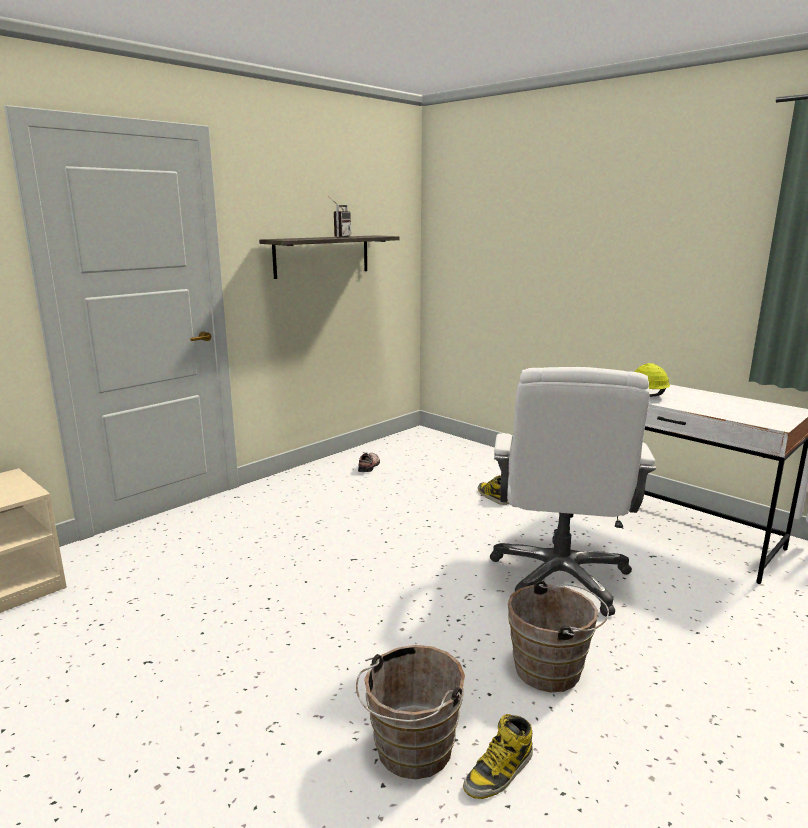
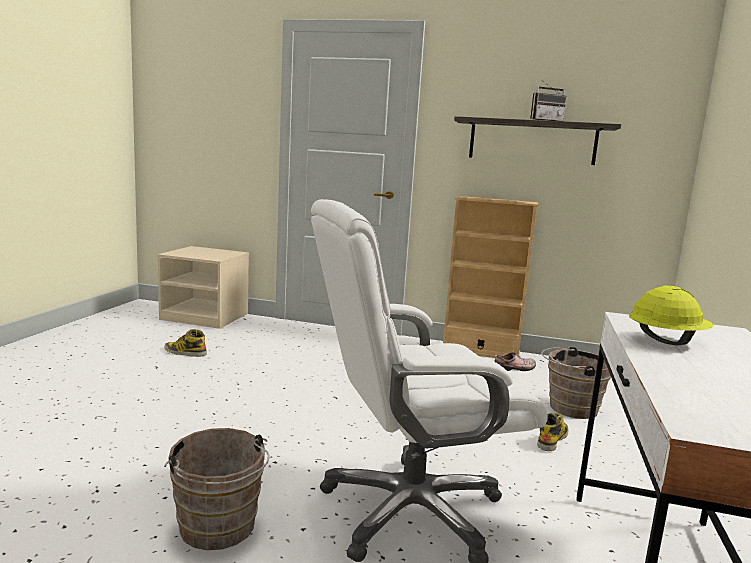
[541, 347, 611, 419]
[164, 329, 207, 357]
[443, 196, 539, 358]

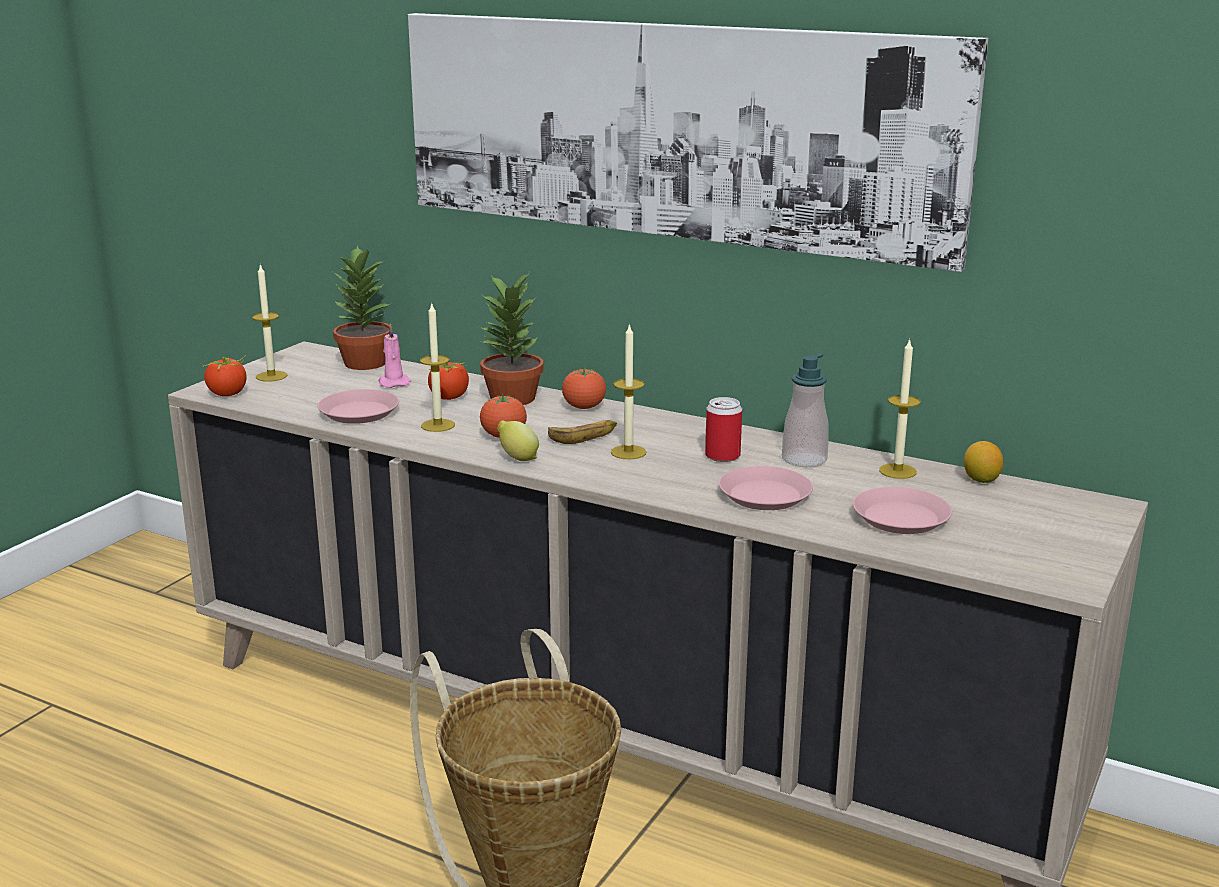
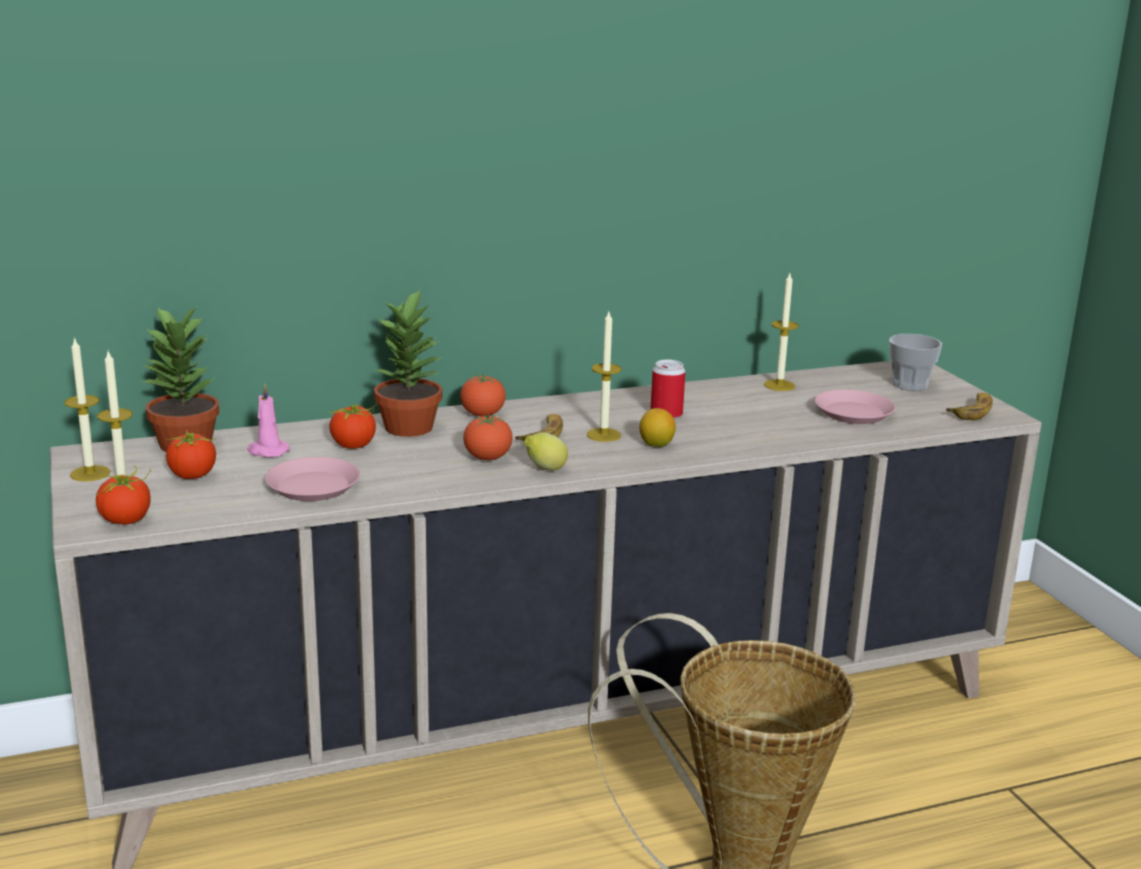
[408, 13, 988, 272] (first image)
[64, 337, 110, 482]
[782, 353, 829, 467] (first image)
[639, 408, 676, 447]
[719, 466, 813, 510] (first image)
[889, 334, 942, 391]
[946, 393, 993, 420]
[166, 430, 216, 479]

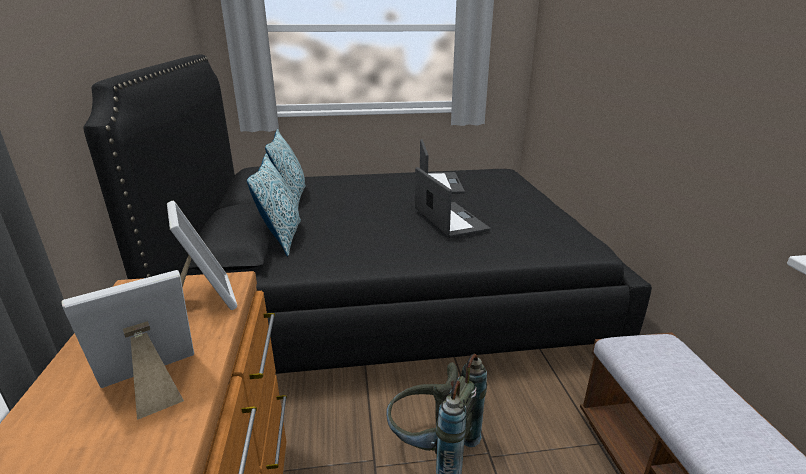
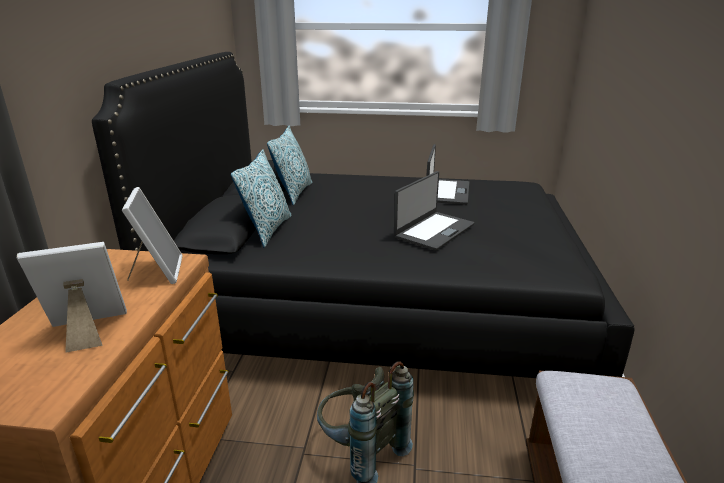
[394, 171, 475, 251]

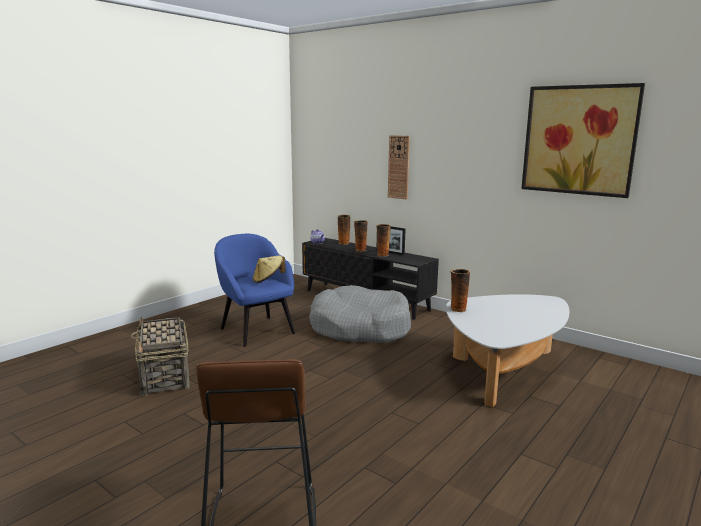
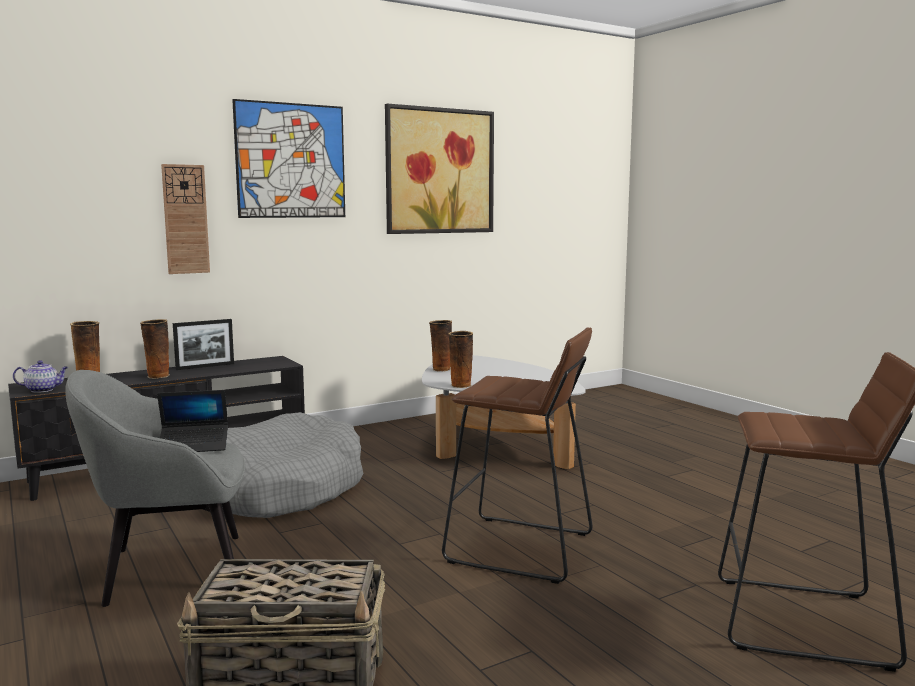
[429, 320, 452, 371]
[65, 370, 245, 607]
[157, 390, 228, 452]
[232, 99, 345, 218]
[442, 328, 593, 584]

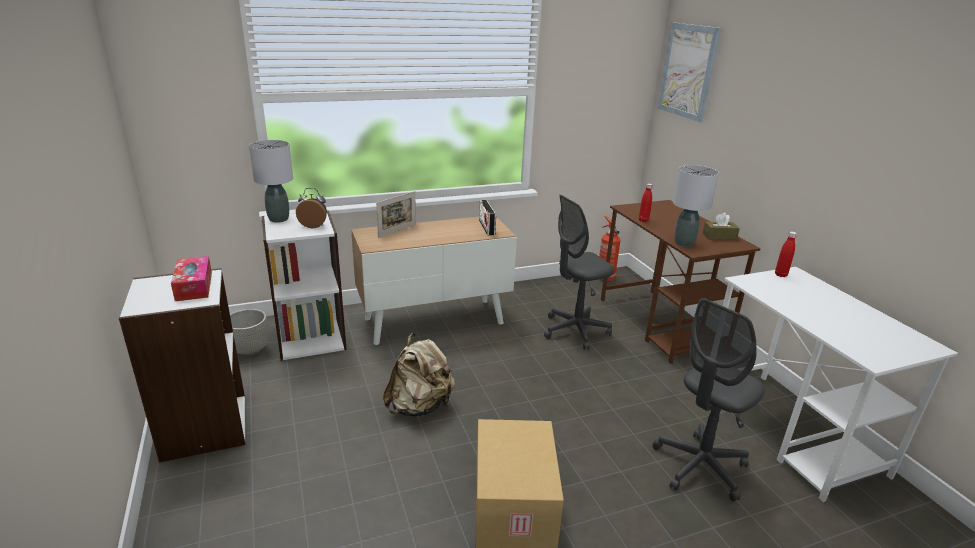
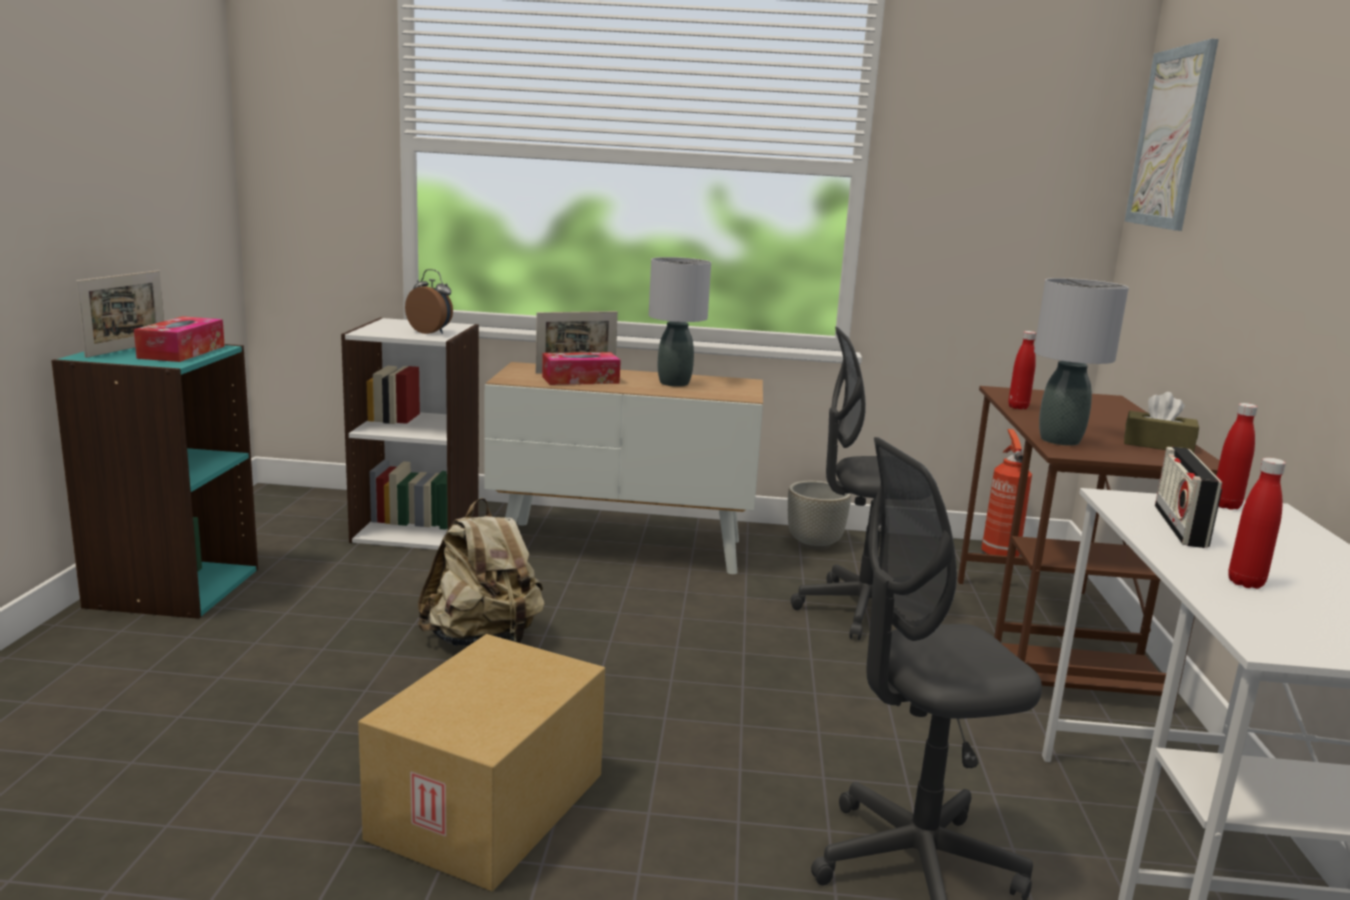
[649, 257, 711, 387]
[1155, 447, 1222, 548]
[51, 344, 258, 619]
[788, 481, 851, 550]
[76, 270, 164, 358]
[542, 352, 621, 385]
[1228, 458, 1286, 589]

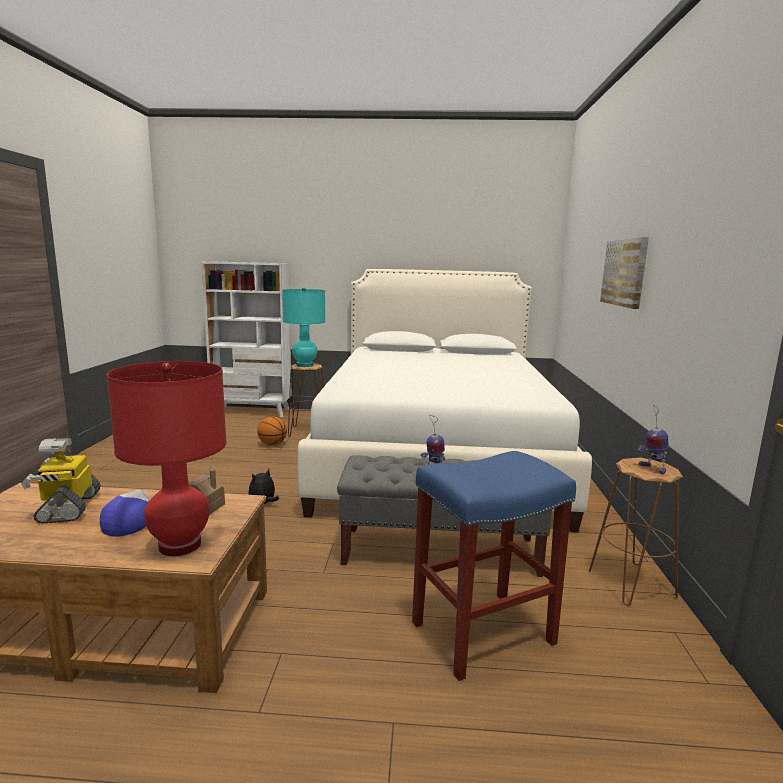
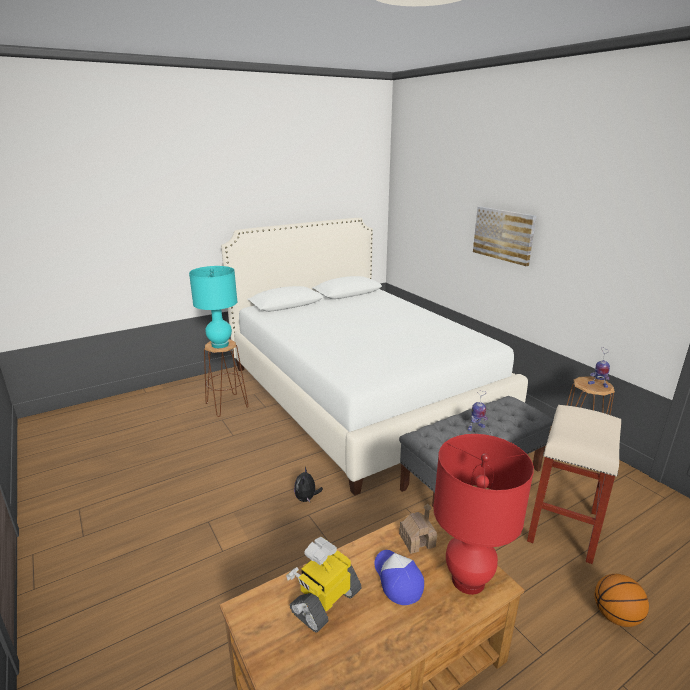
[201, 261, 292, 418] (first image)
[595, 574, 649, 627]
[286, 537, 361, 633]
[527, 405, 621, 564]

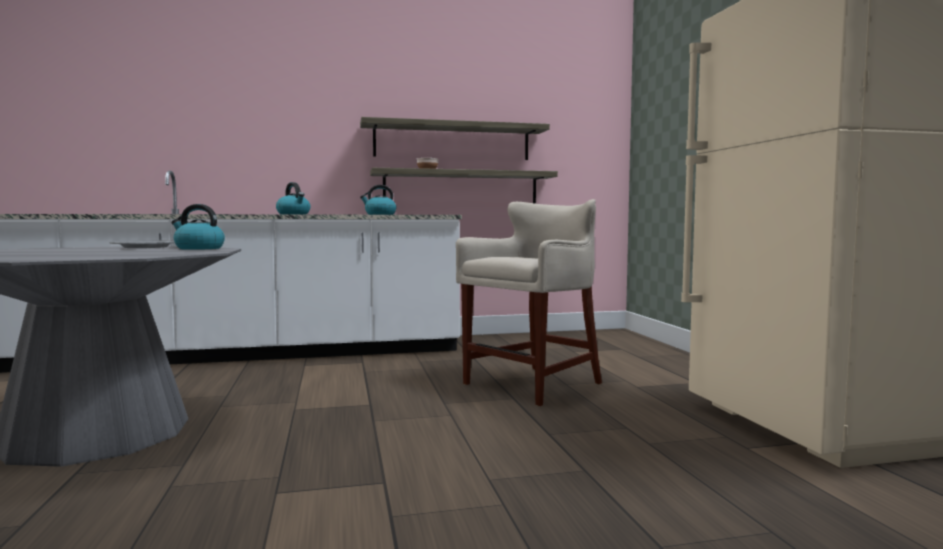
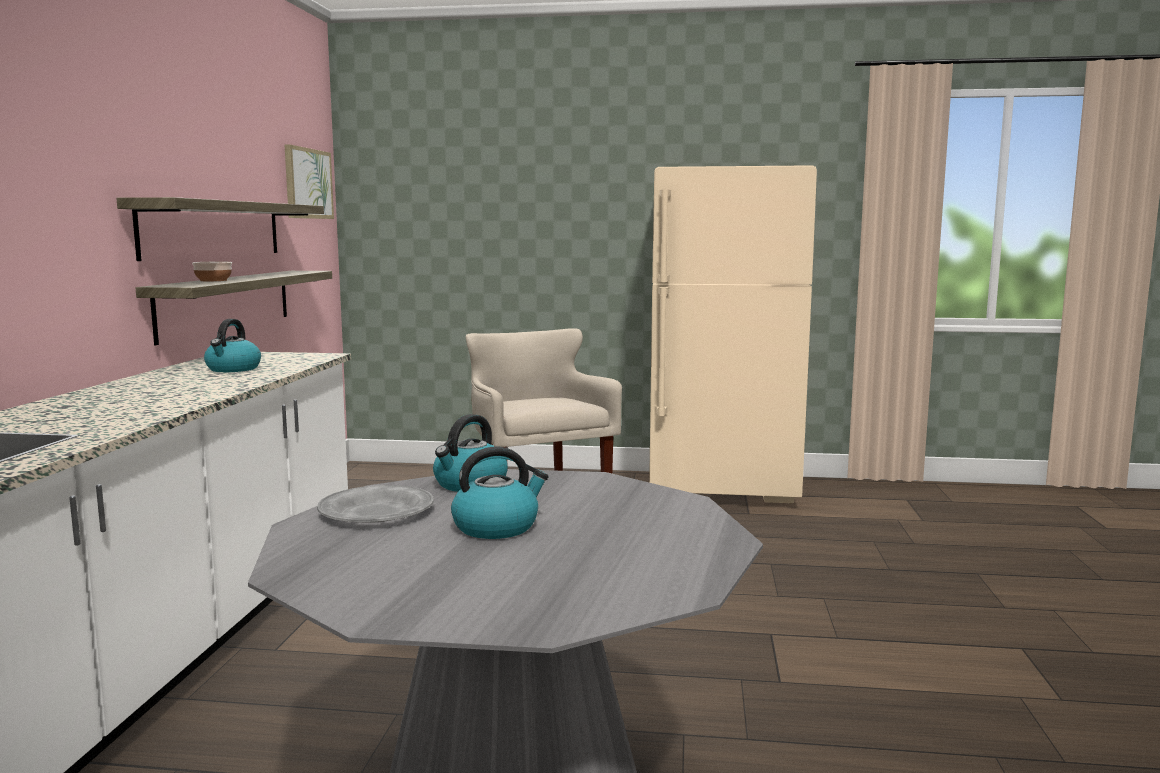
[451, 447, 549, 539]
[285, 144, 334, 219]

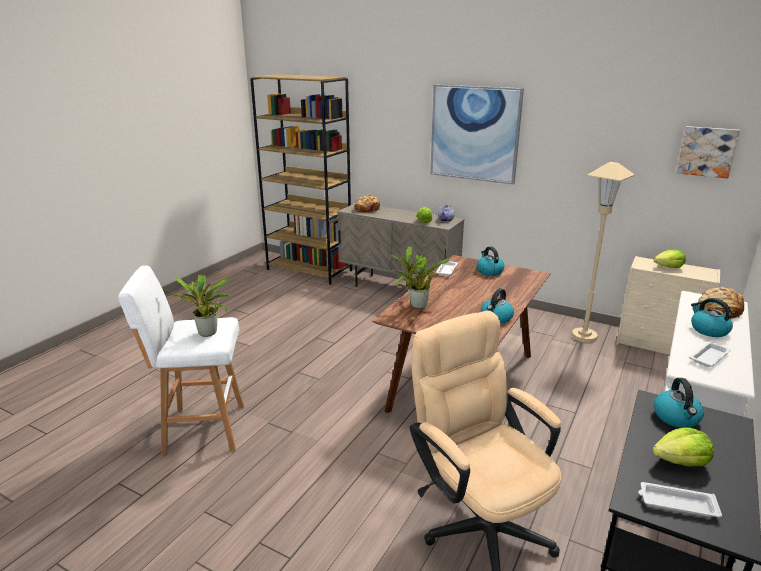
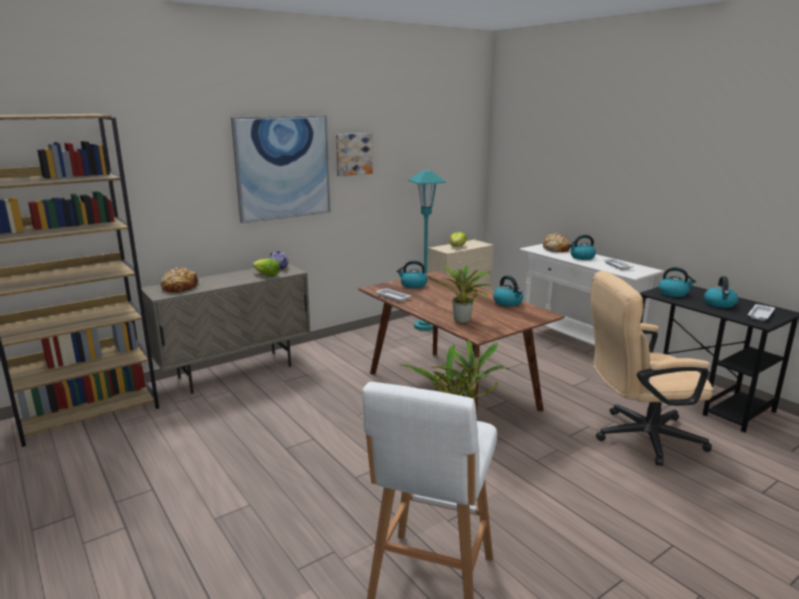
[336, 133, 373, 176]
[408, 170, 446, 331]
[704, 276, 738, 308]

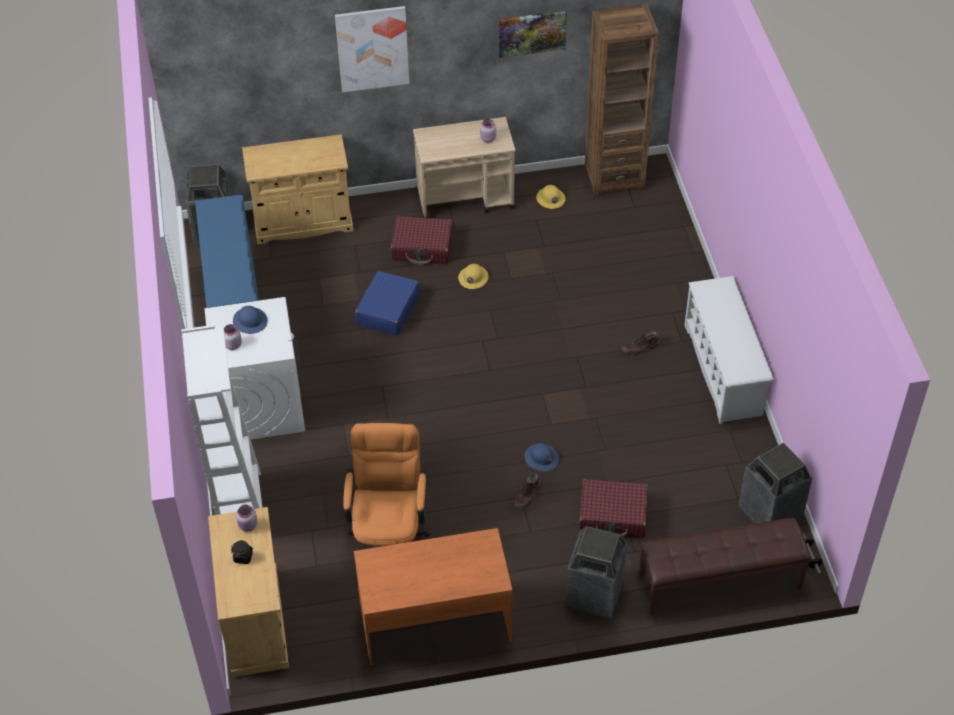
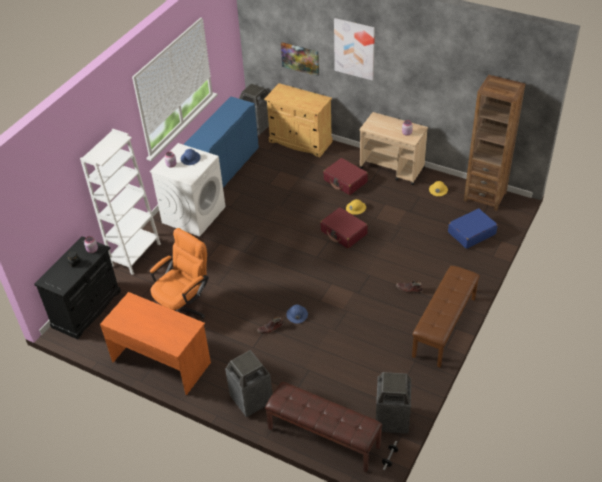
[281, 42, 319, 76]
[448, 208, 498, 249]
[412, 266, 480, 368]
[320, 207, 368, 249]
[34, 236, 121, 339]

